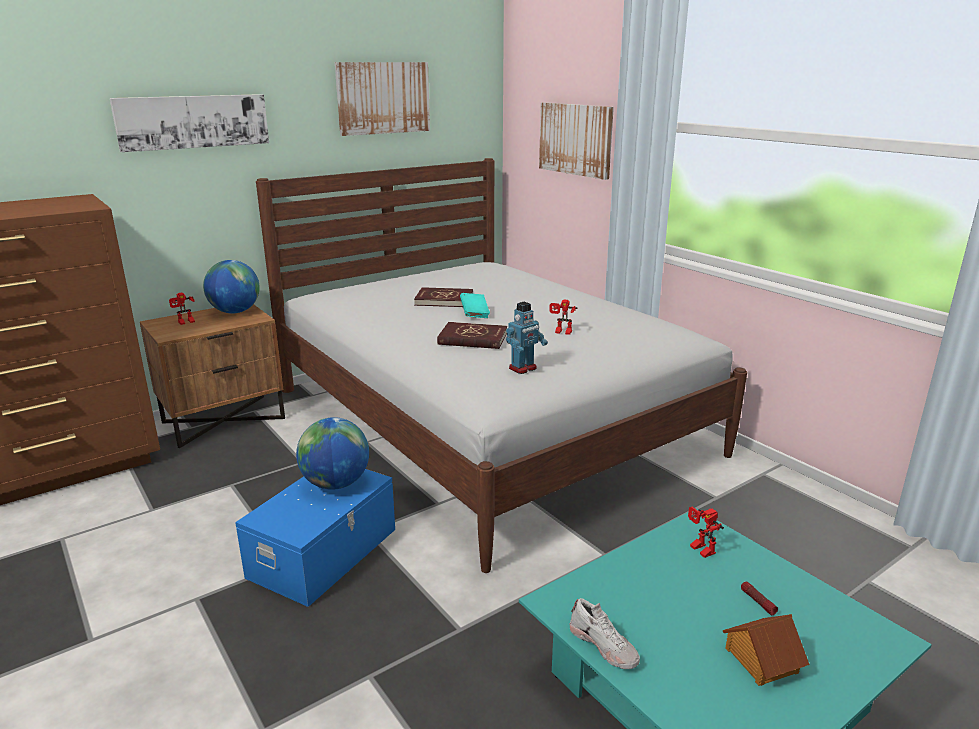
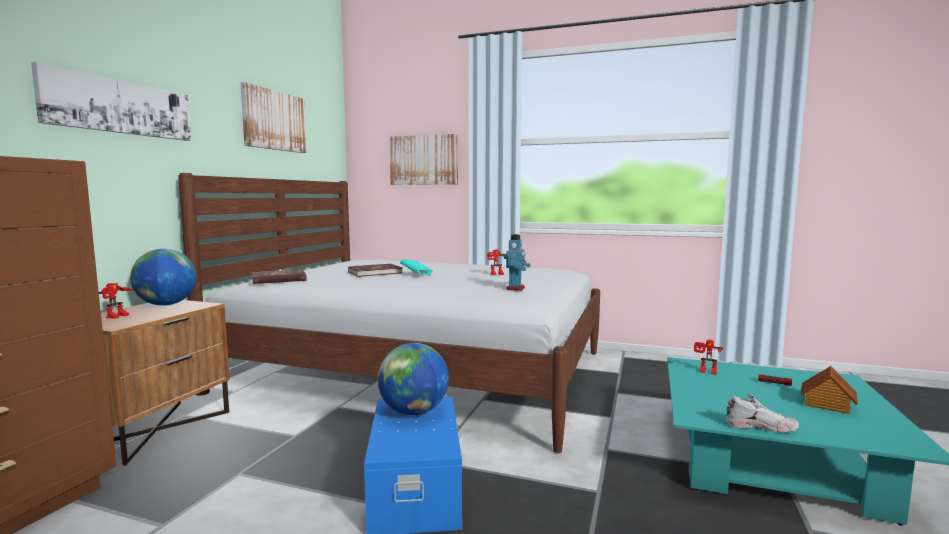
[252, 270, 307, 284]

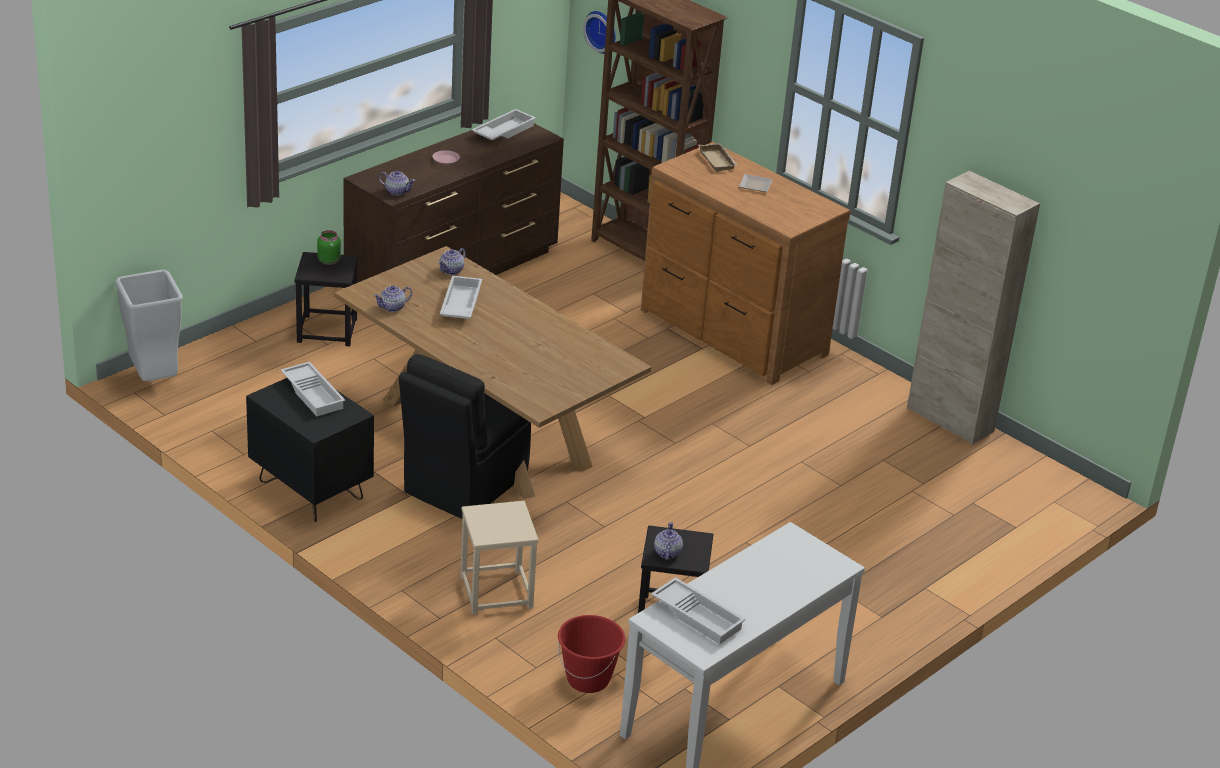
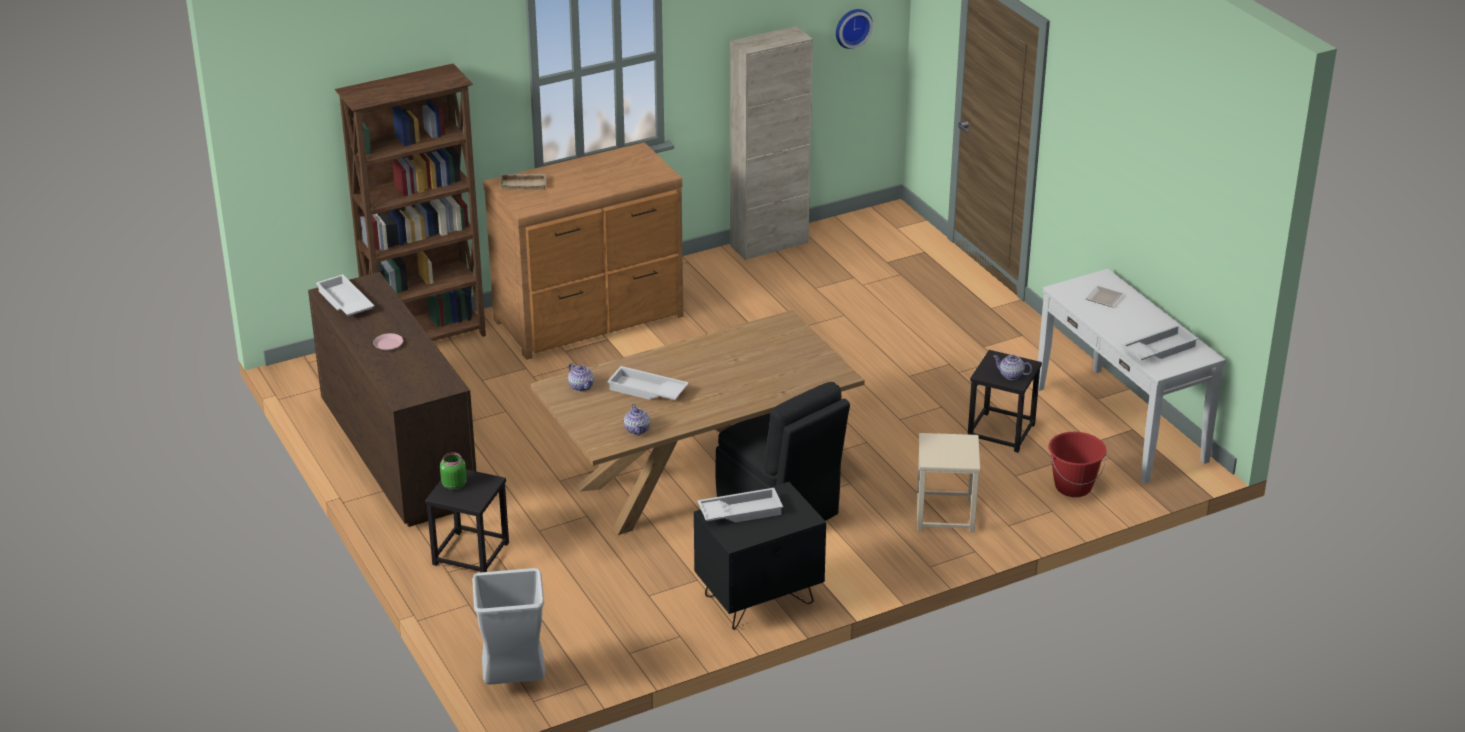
[836, 9, 873, 49]
[379, 171, 416, 195] (first image)
[1085, 286, 1124, 307]

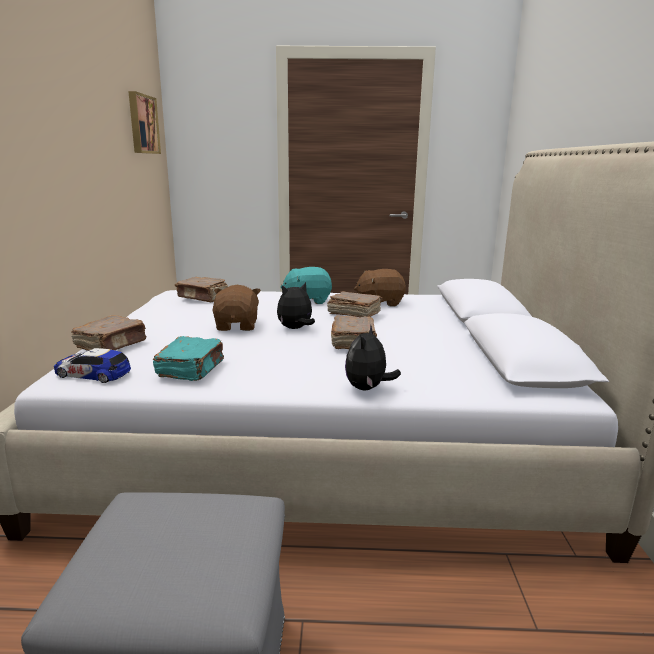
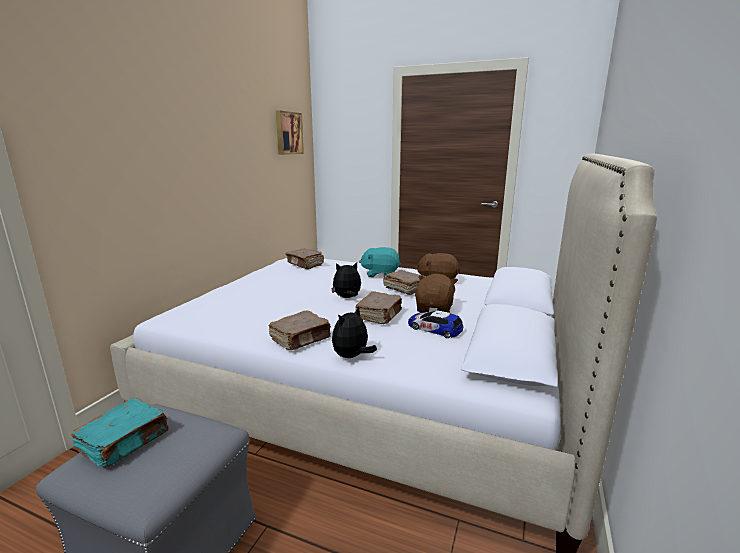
[415, 274, 458, 313]
[268, 311, 331, 350]
[71, 398, 168, 467]
[408, 310, 463, 338]

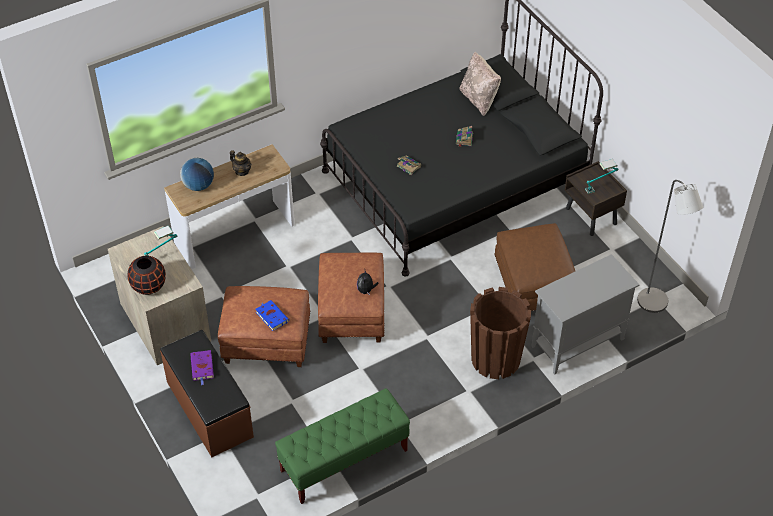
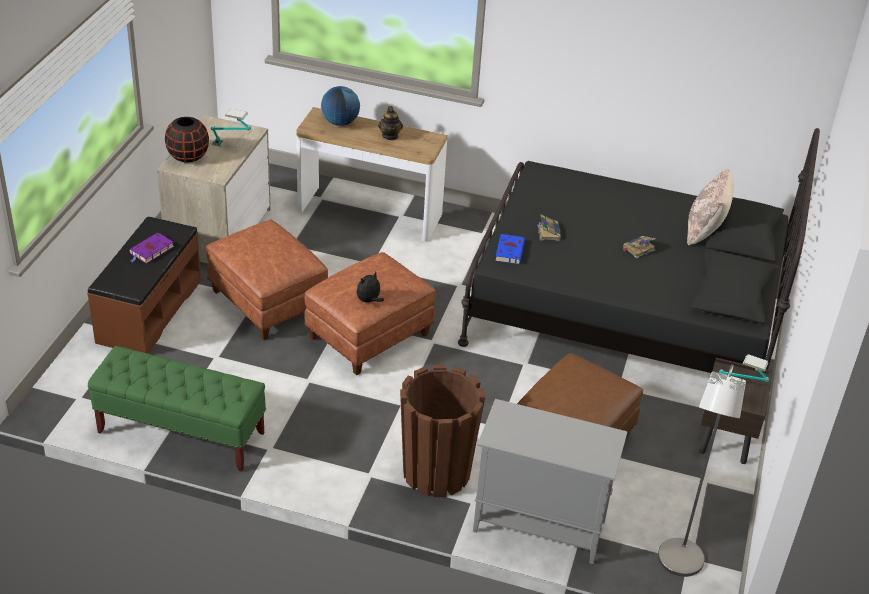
[495, 234, 525, 264]

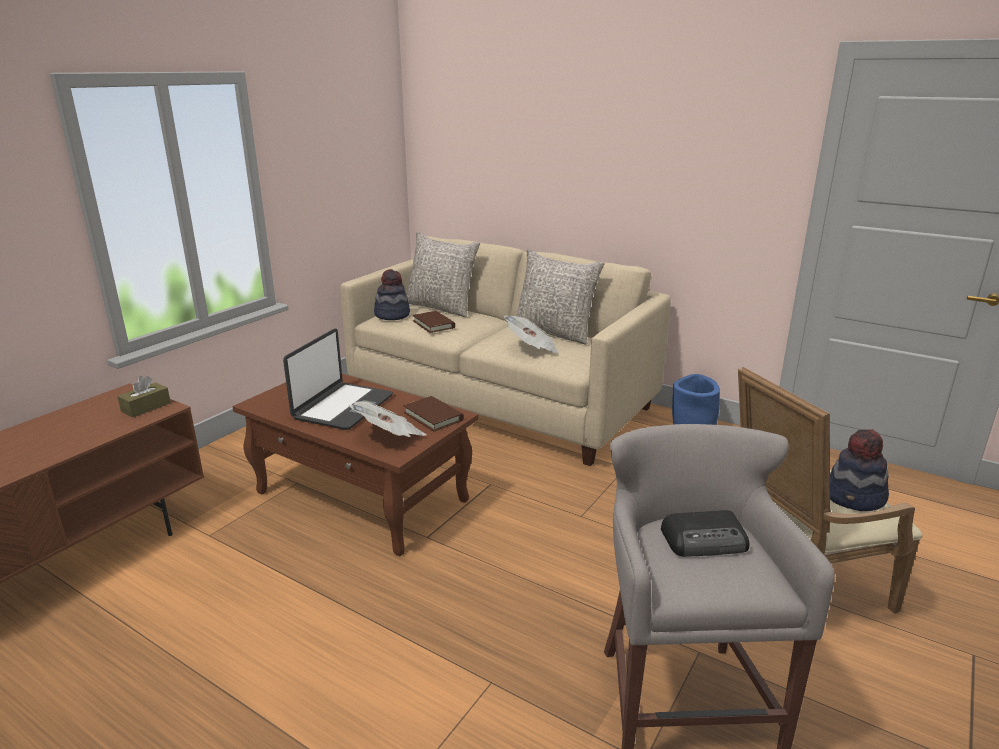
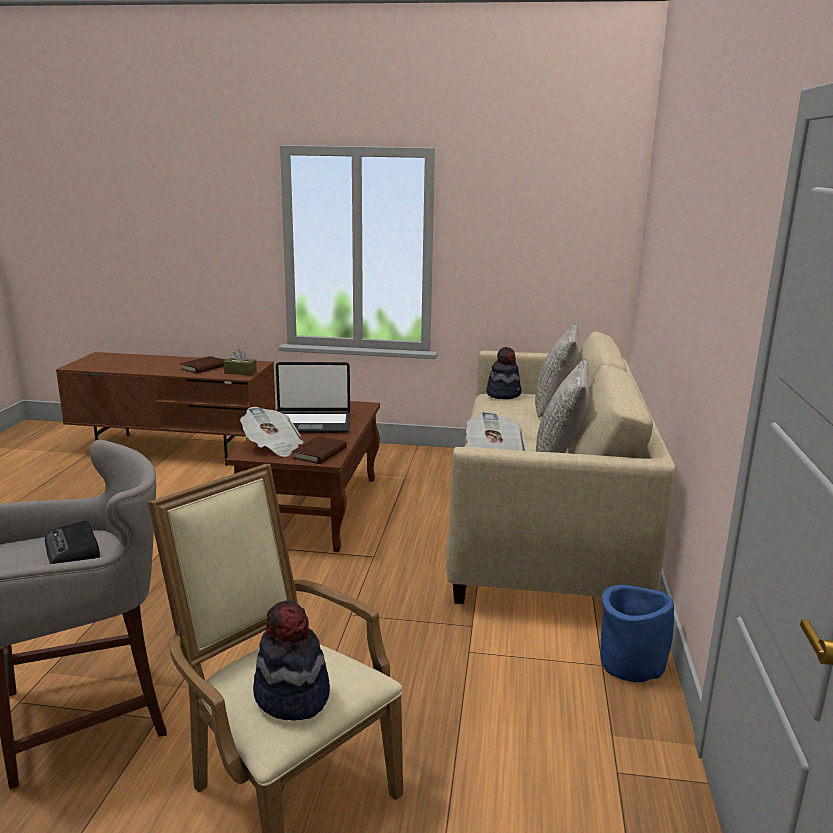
[180, 356, 225, 374]

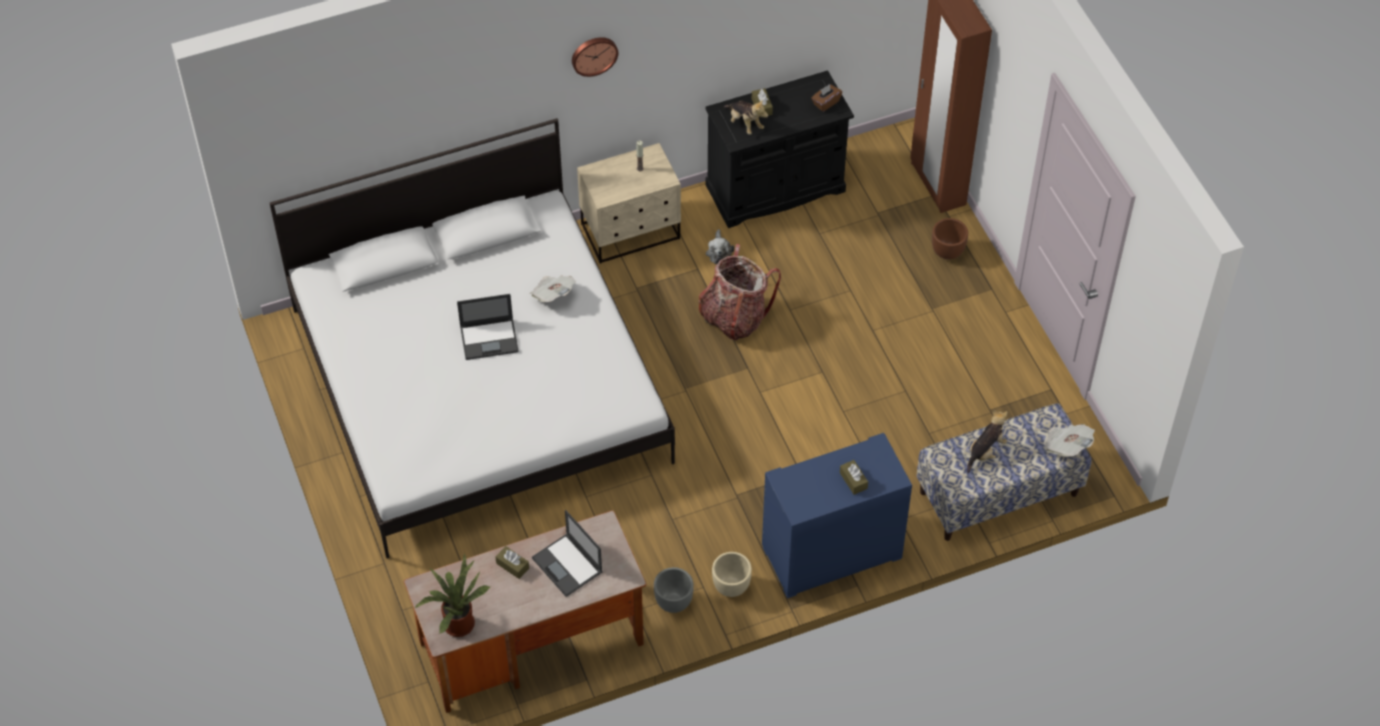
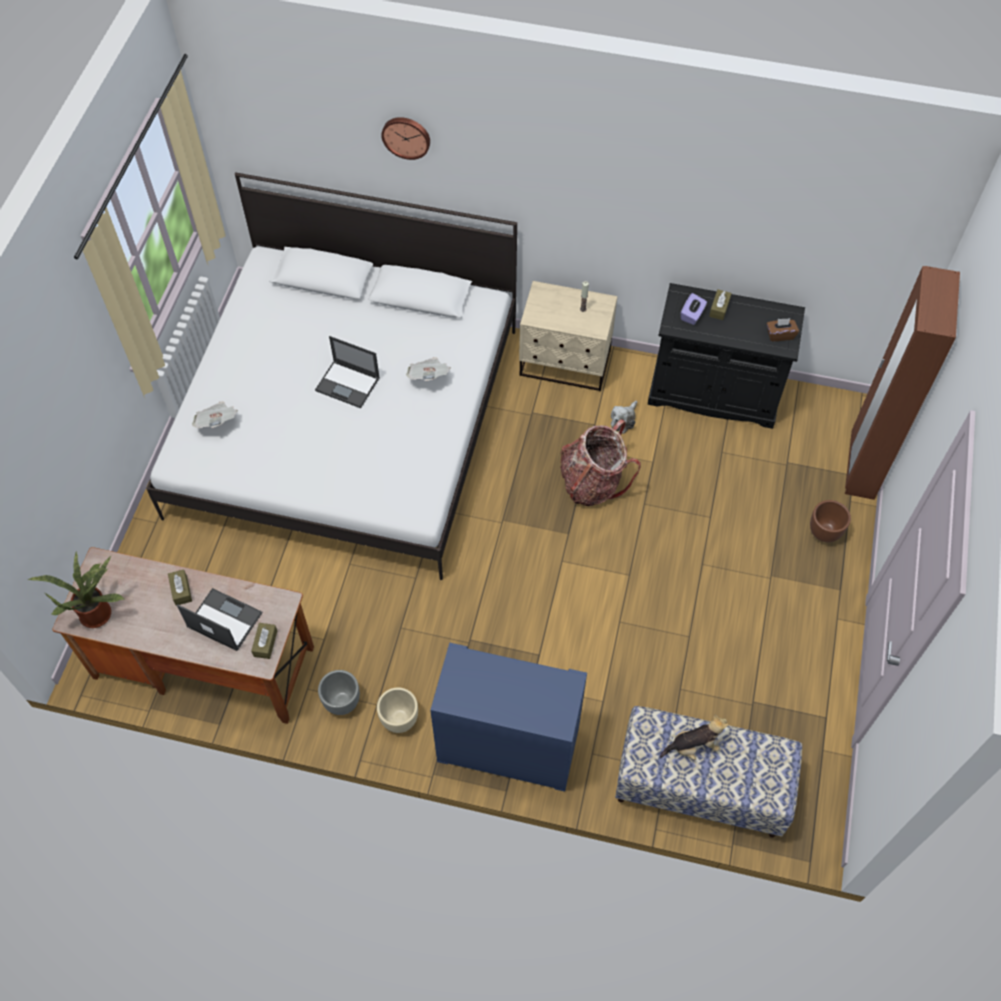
[381, 117, 430, 160]
[681, 293, 707, 325]
[192, 401, 238, 428]
[251, 623, 277, 659]
[177, 588, 263, 651]

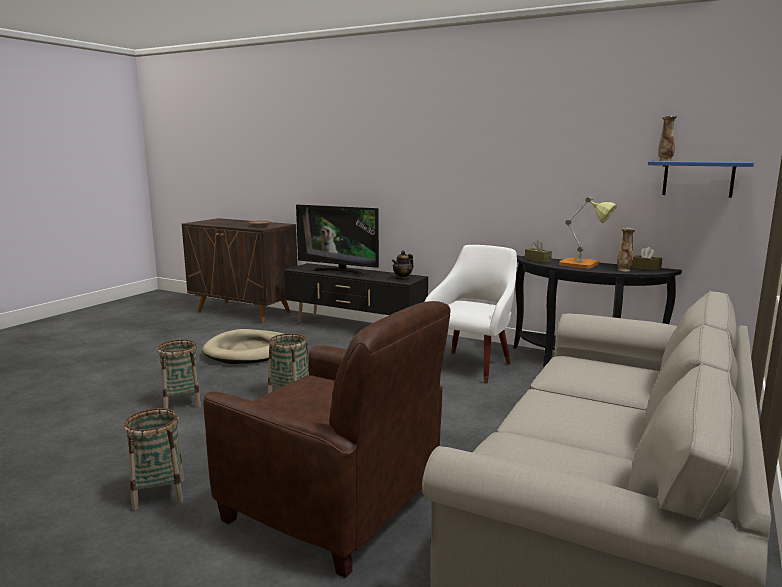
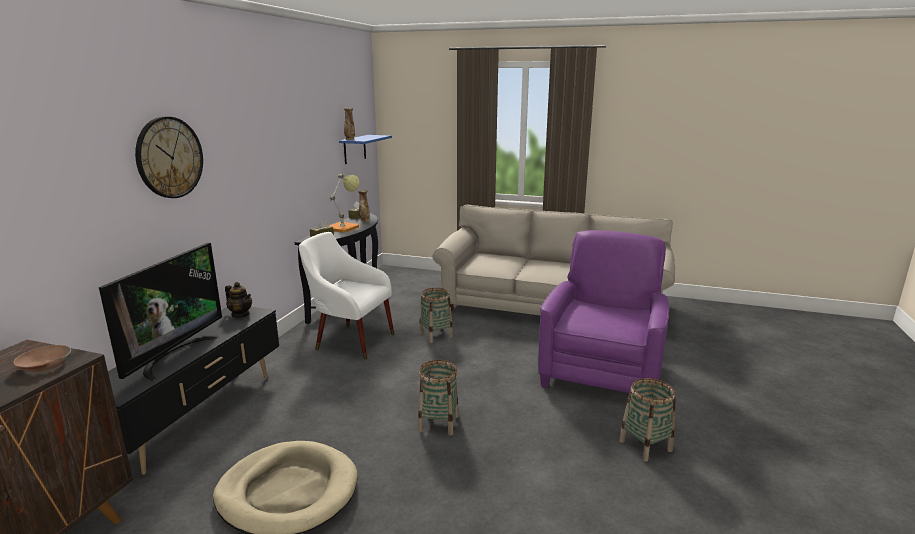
[538, 230, 669, 393]
[419, 288, 453, 343]
[135, 116, 203, 198]

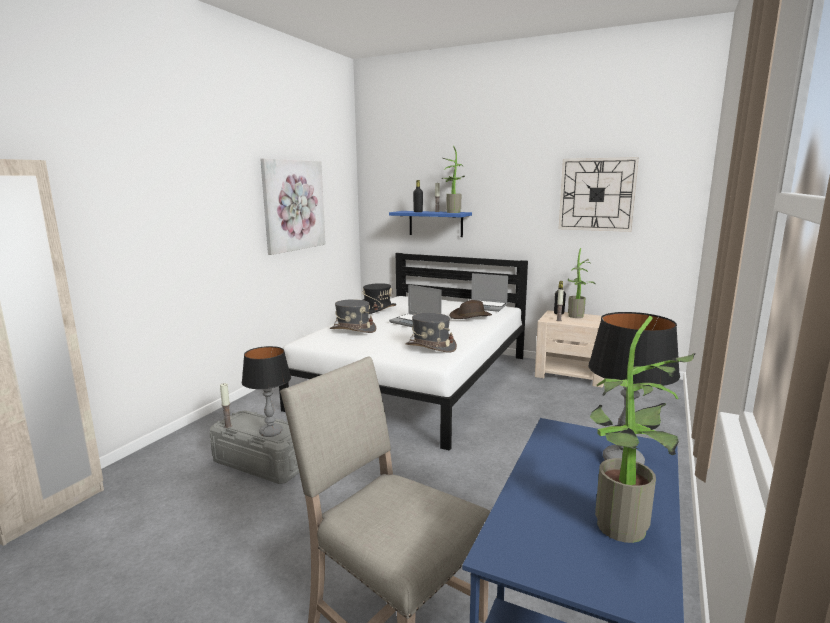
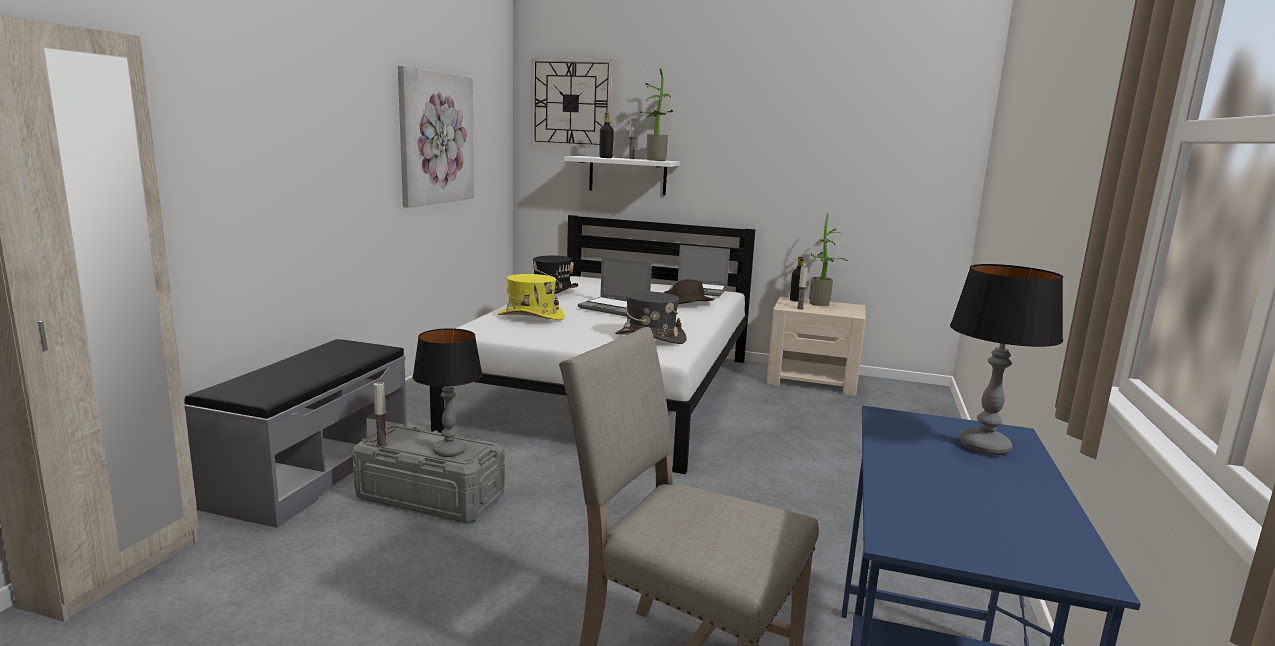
[531, 58, 613, 148]
[564, 156, 680, 195]
[498, 274, 565, 320]
[590, 316, 695, 543] (first image)
[184, 339, 407, 528]

